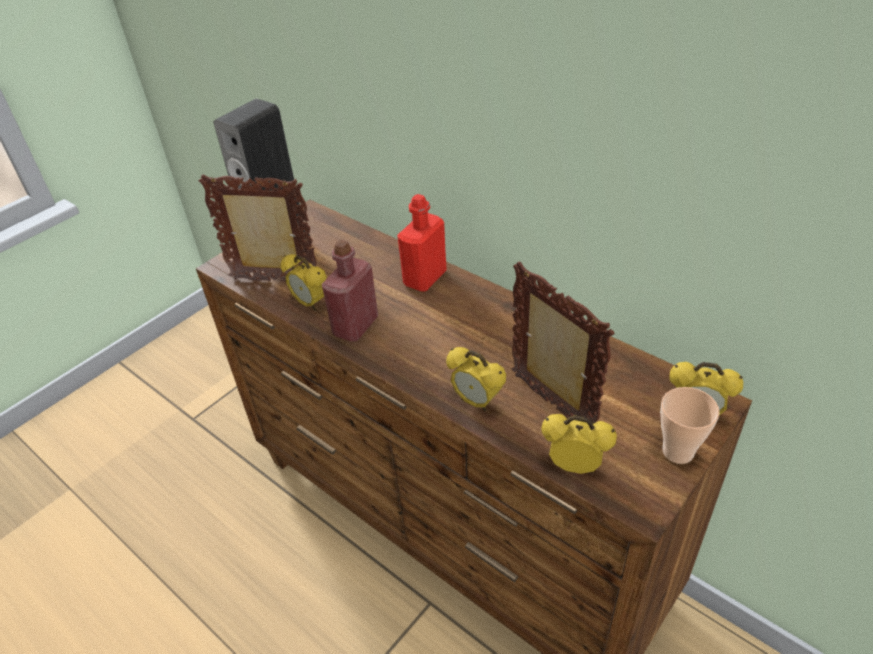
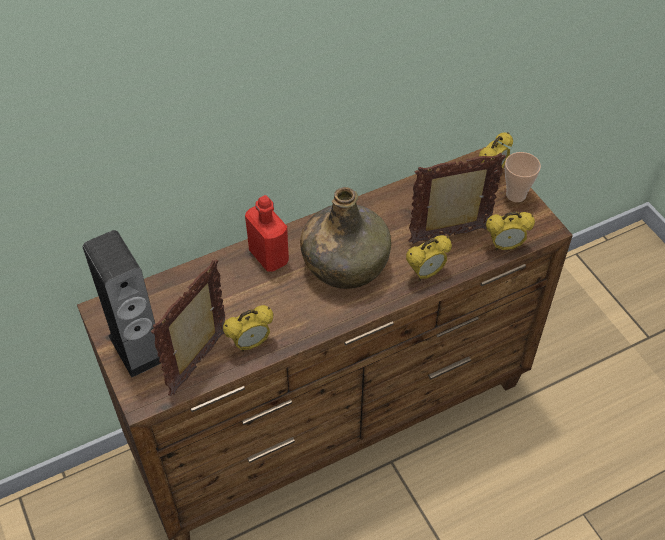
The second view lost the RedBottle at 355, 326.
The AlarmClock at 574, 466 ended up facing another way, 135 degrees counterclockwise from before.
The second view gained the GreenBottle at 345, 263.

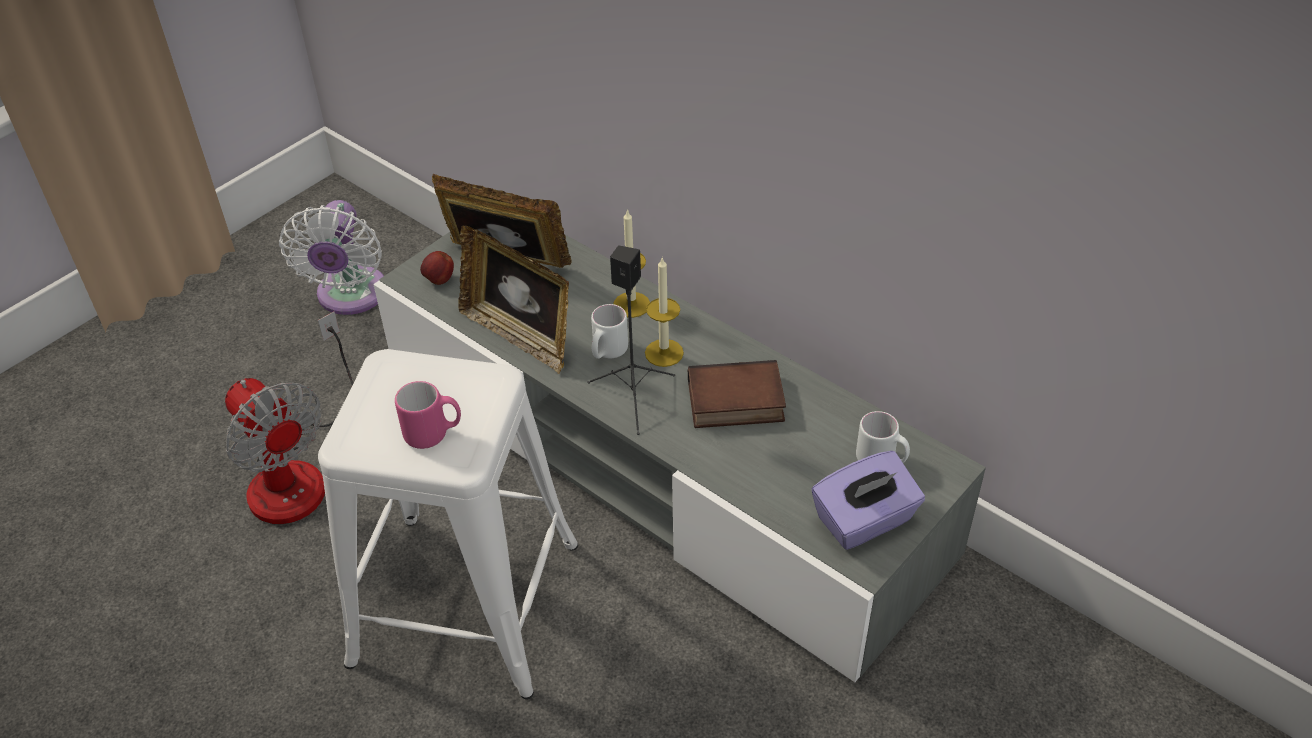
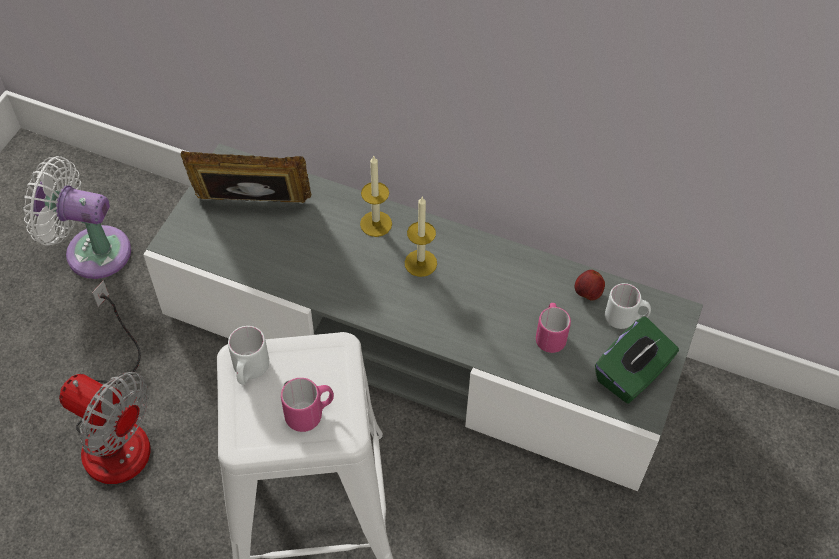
The WhiteFan at 350, 297 ended up facing another way, 120 degrees clockwise from before.
The Apple ended up elsewhere, having gone from 439, 280 to 587, 294.
The second view lost the PictureFrame at 519, 335.
The second view lost the BlackSpeaker at 634, 396.
The WhiteMug ended up elsewhere, having gone from 607, 352 to 249, 371.
The second view lost the Book at 734, 403.
What was the PurpleTissueBox at 865, 521 turned into the GreenTissueBox at 632, 374.
The second view gained the PinkMug at 550, 335.

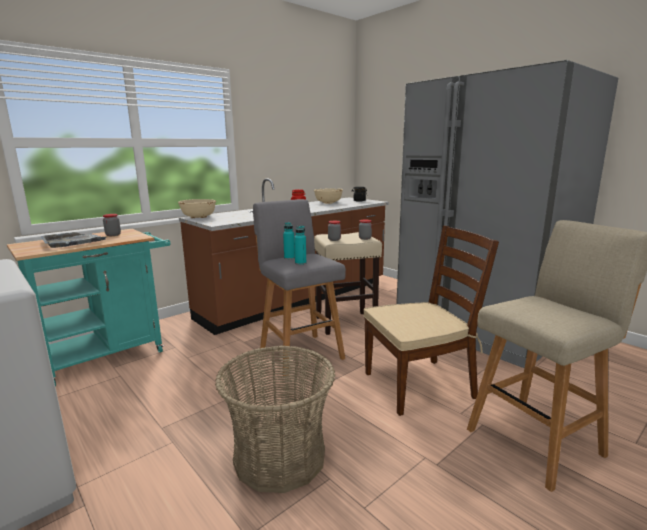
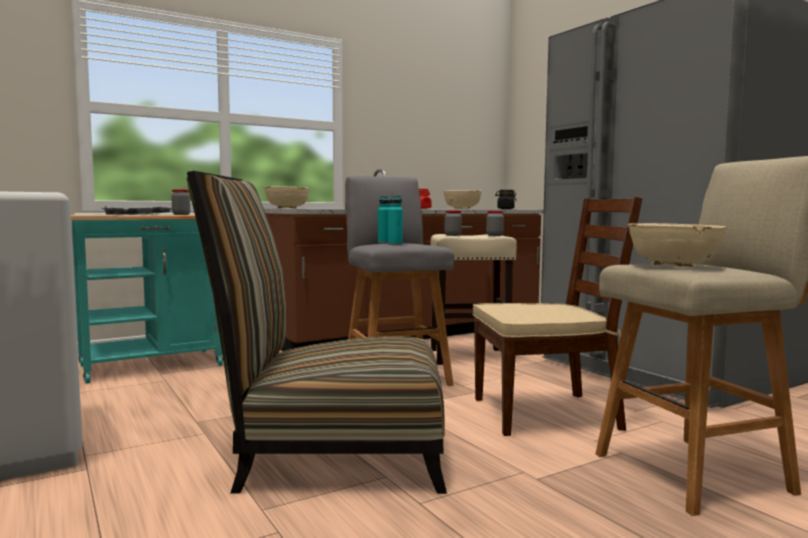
Where the Basket stood at 279, 456, the Chair came to stand at 329, 454.
The second view gained the BeigeBowl at 673, 265.

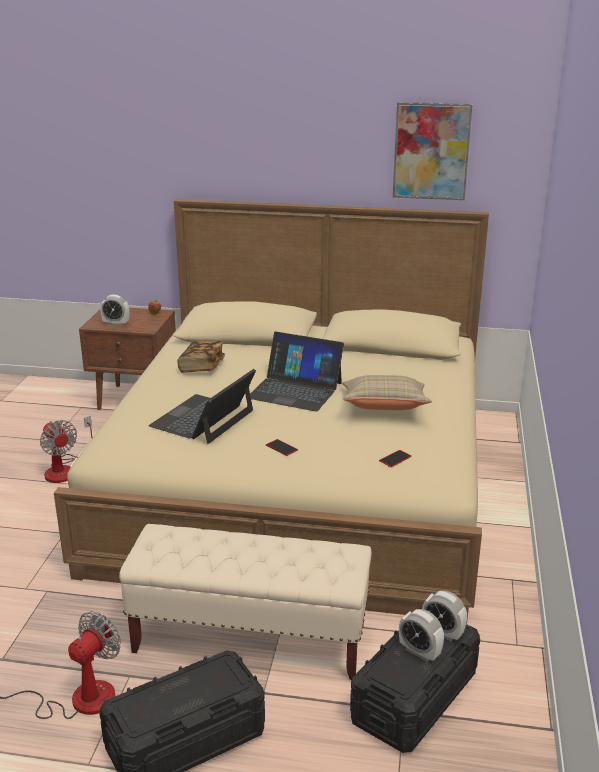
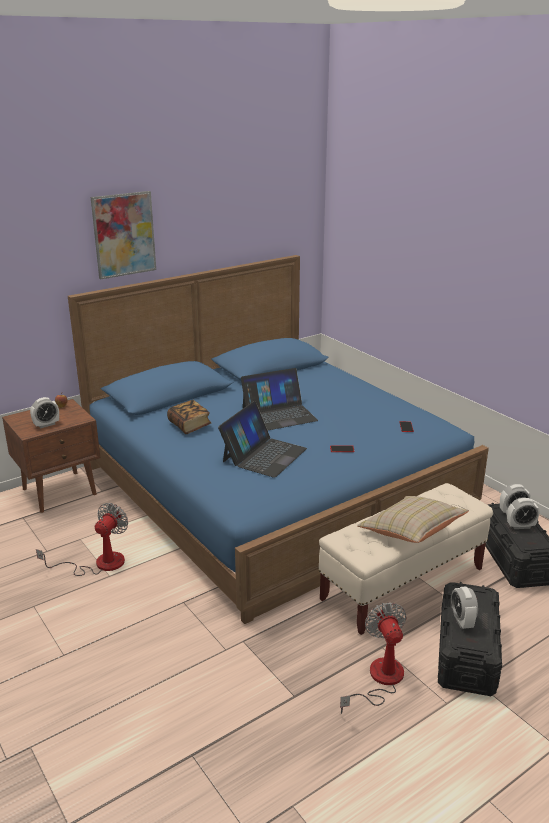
The Fan at 65, 469 ended up facing another way, 75 degrees counterclockwise from before.
What was the BeigeBed at 299, 481 turned into the BlueBed at 273, 487.
The Laptop at 203, 419 ended up facing another way, 135 degrees counterclockwise from before.
The BeigePillow ended up elsewhere, having gone from 384, 408 to 411, 532.
The Picture ended up elsewhere, having gone from 431, 151 to 124, 234.
The second view gained the AlarmClock at 462, 621.

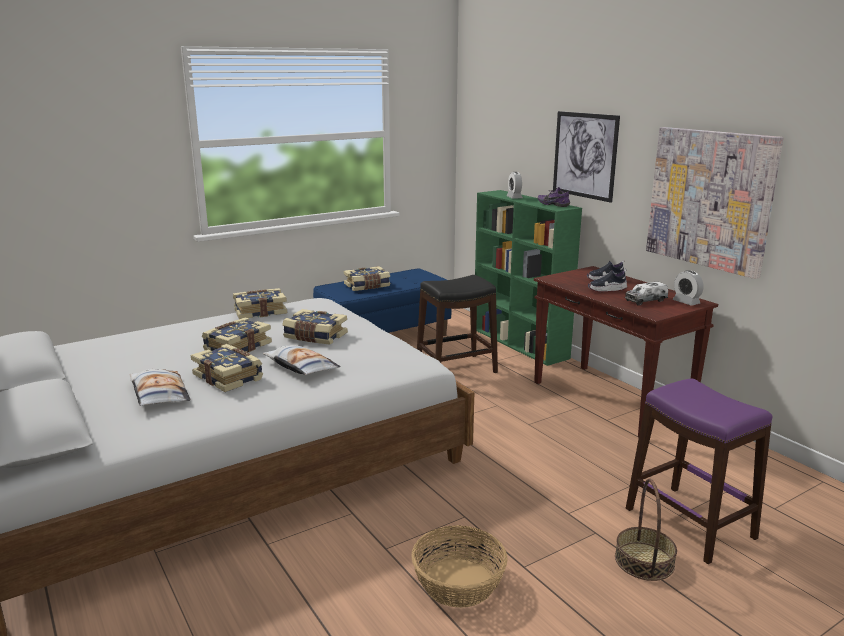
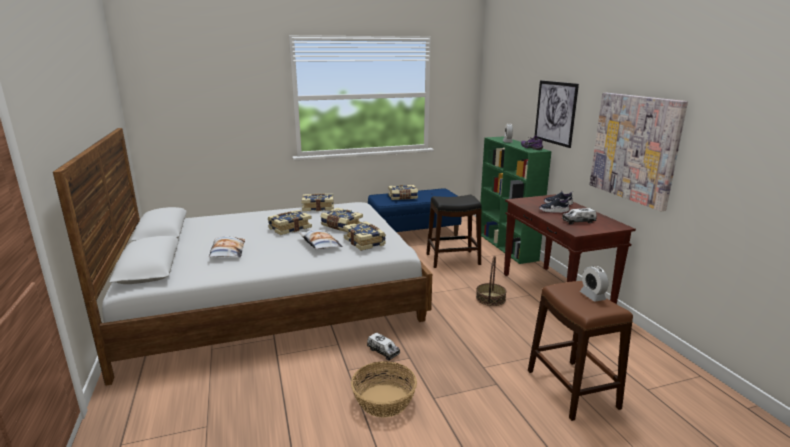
The Book ended up elsewhere, having gone from 229, 377 to 365, 242.
The Basket ended up elsewhere, having gone from 644, 561 to 490, 298.
What was the PurpleStool at 689, 523 turned into the BrownStool at 571, 389.
The AlarmClock ended up elsewhere, having gone from 686, 302 to 592, 296.
The second view gained the ToyTruck at 383, 351.

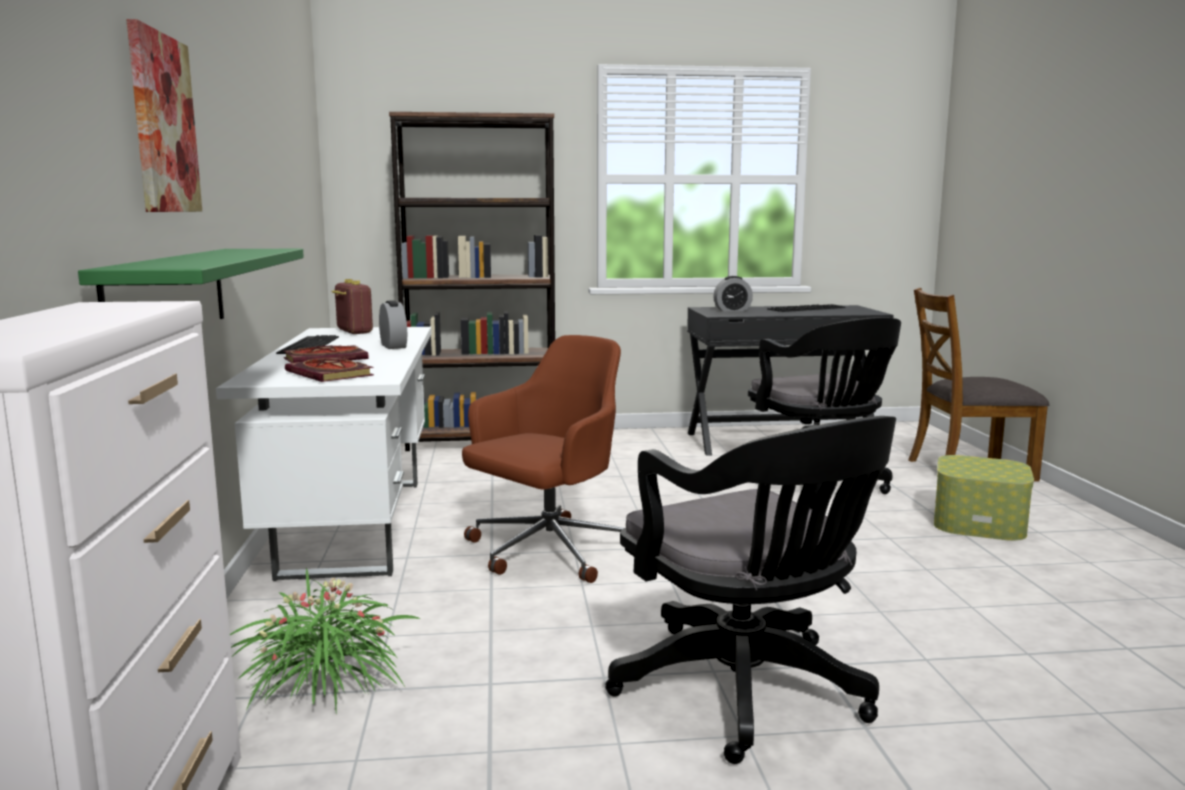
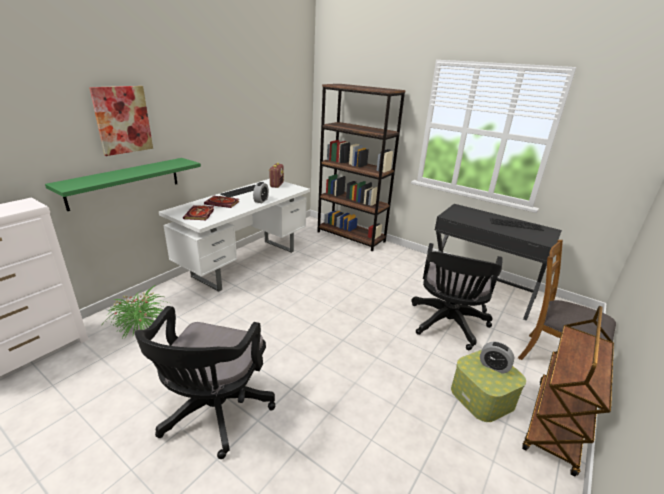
The second view lost the BrownOfficeChair at 547, 552.
The AlarmClock ended up elsewhere, having gone from 732, 310 to 494, 366.
The second view gained the BrownCart at 555, 425.

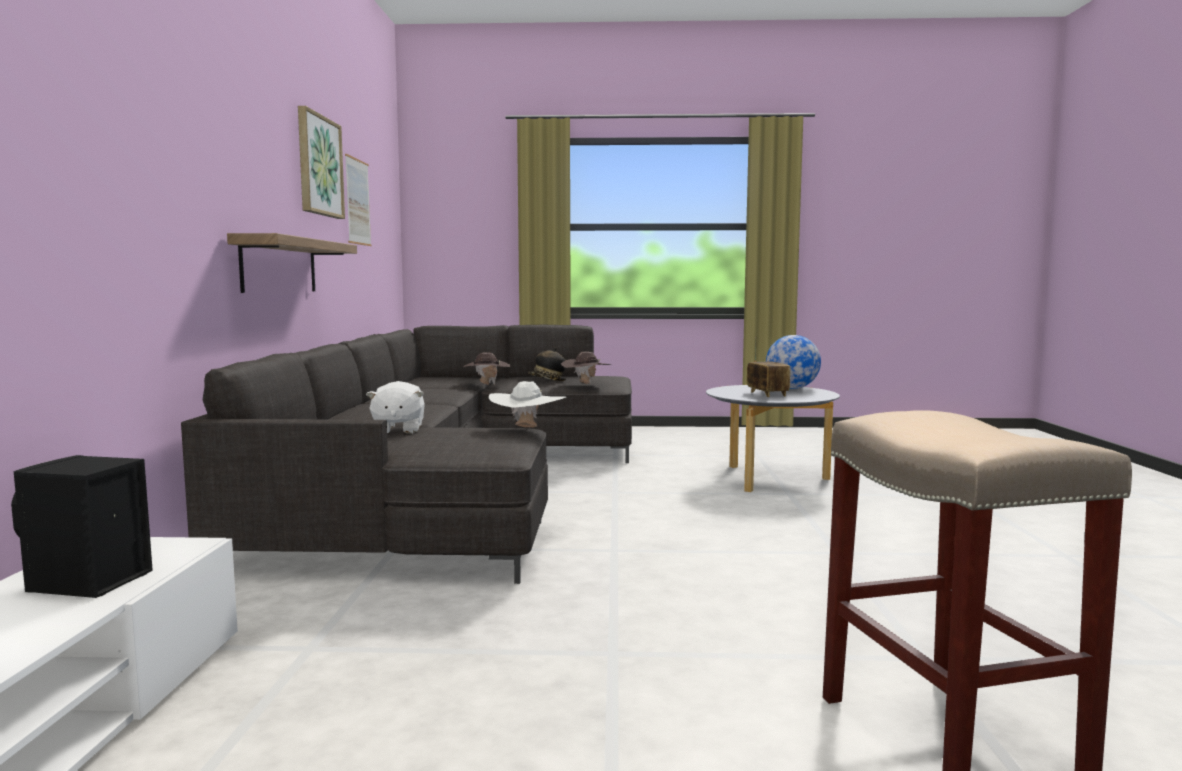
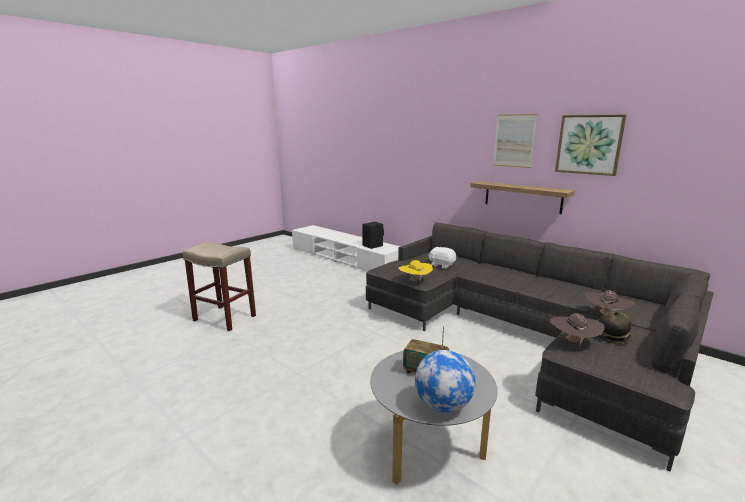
The Picture ended up elsewhere, having gone from 358, 202 to 514, 141.
What was the WhiteHat at 527, 429 turned into the YellowHat at 415, 281.

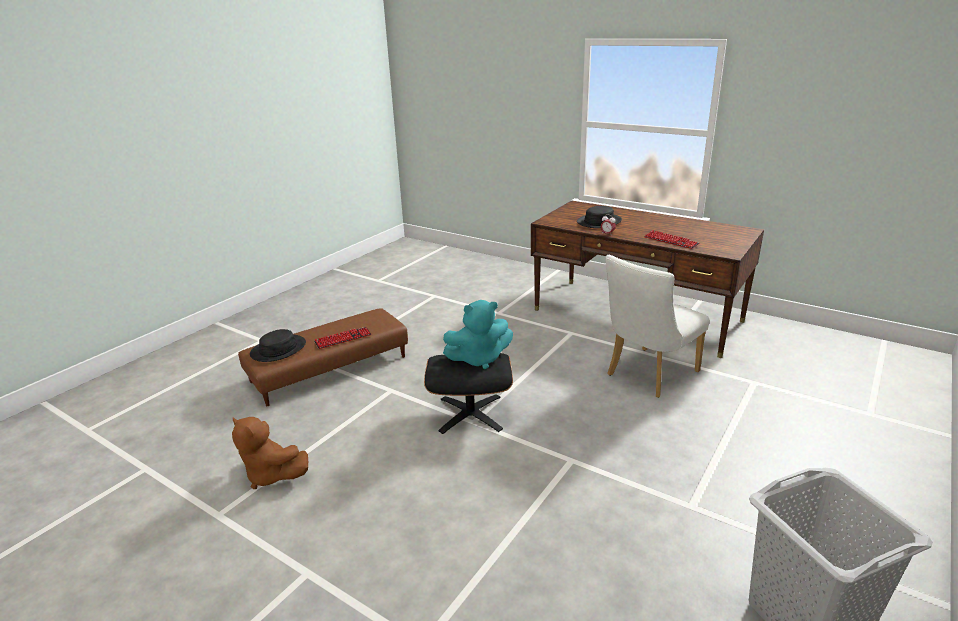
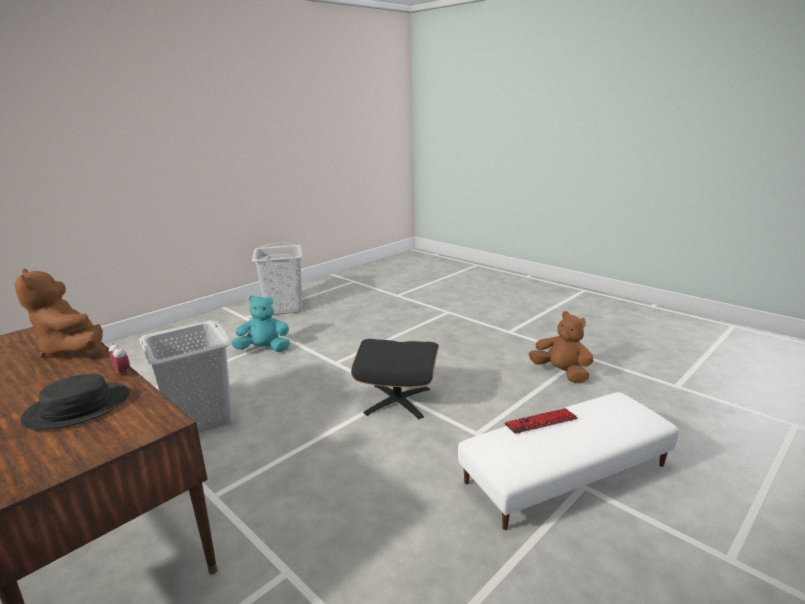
What was the BrownOttoman at 329, 369 turned into the WhiteOttoman at 566, 474.
The second view lost the BlackHat at 278, 349.
The TurquoisePlushToy ended up elsewhere, having gone from 479, 359 to 264, 349.
Where the WhiteChair stood at 647, 375, the GreyLaundryBasket came to stand at 200, 419.
Where the Keyboard stood at 671, 241, the BrownPlushToy came to stand at 72, 349.

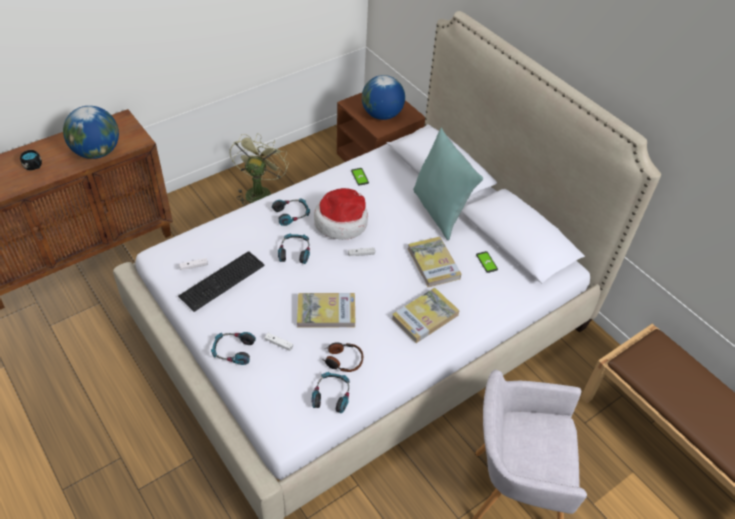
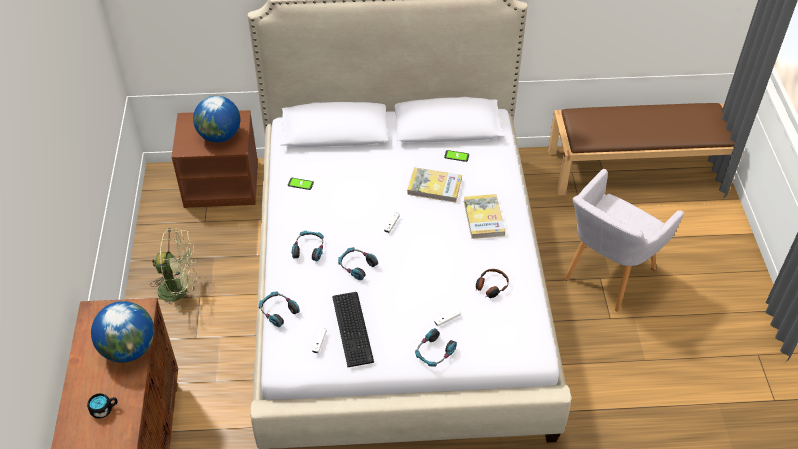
The GreenFan at 259, 191 ended up facing another way, 135 degrees clockwise from before.
The second view lost the Book at 326, 312.
The Headphones ended up elsewhere, having gone from 331, 395 to 278, 311.
The second view lost the Hat at 341, 221.
The second view lost the TurquoisePillow at 440, 211.

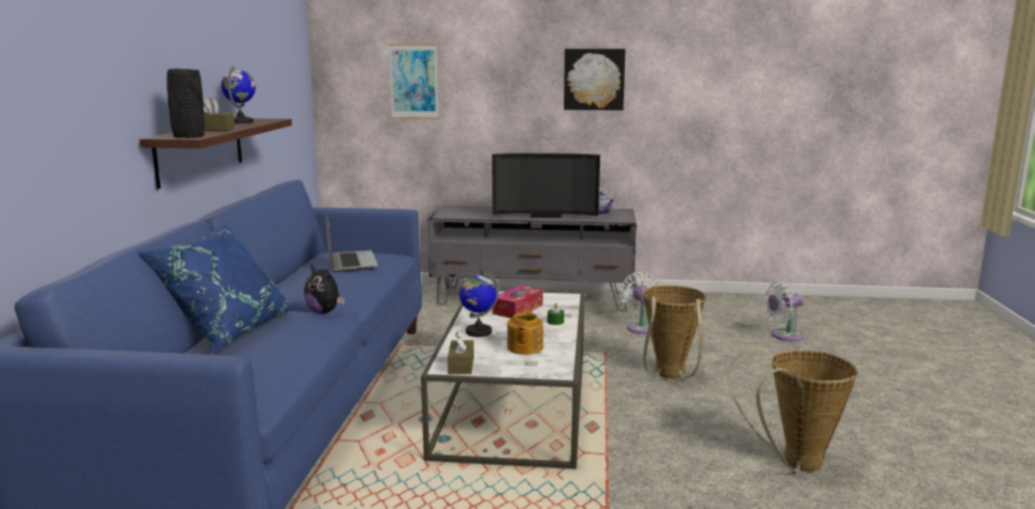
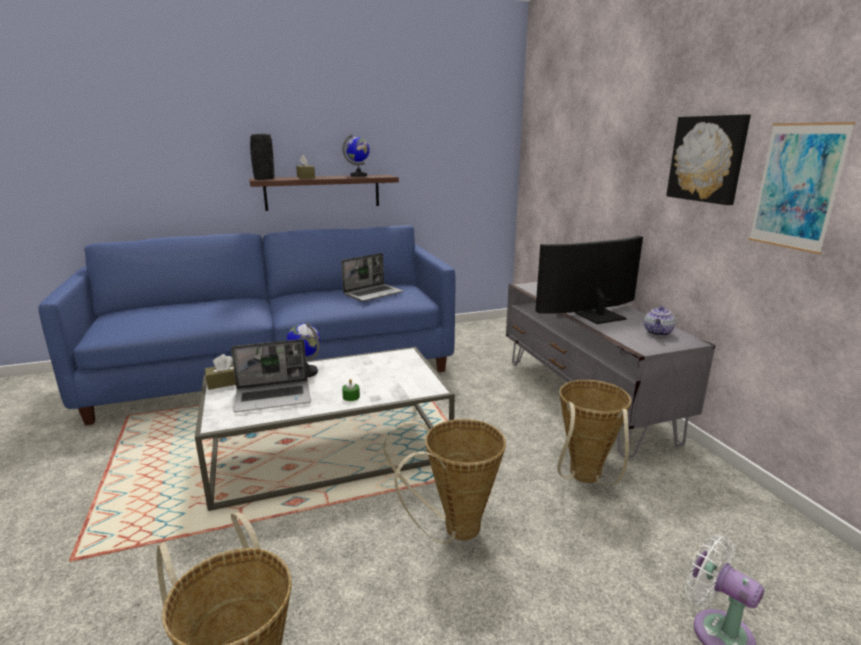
The second view lost the BluePillow at 227, 332.
The second view lost the PlushToy at 325, 312.
The Picture ended up elsewhere, having gone from 414, 81 to 797, 186.
The Television at 545, 215 ended up facing another way, 90 degrees clockwise from before.
The second view lost the TissueBox at 518, 309.
Where the Teapot stood at 524, 348, the Laptop came to stand at 274, 397.
Where the WhiteFan stood at 641, 327, the Basket came to stand at 585, 479.

